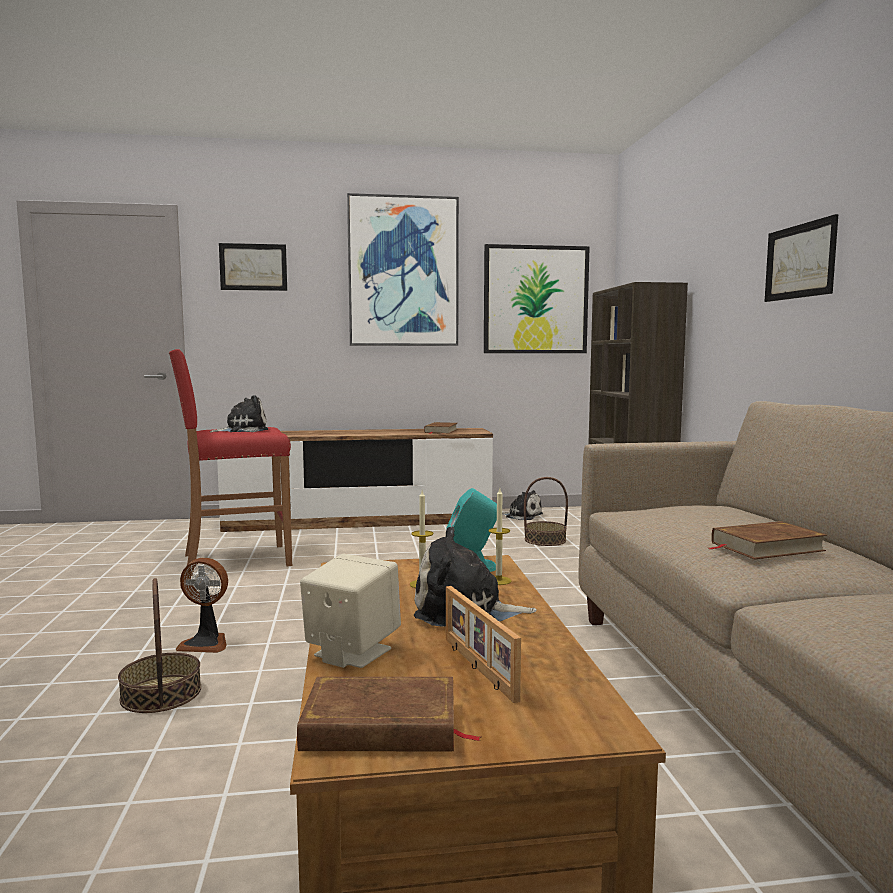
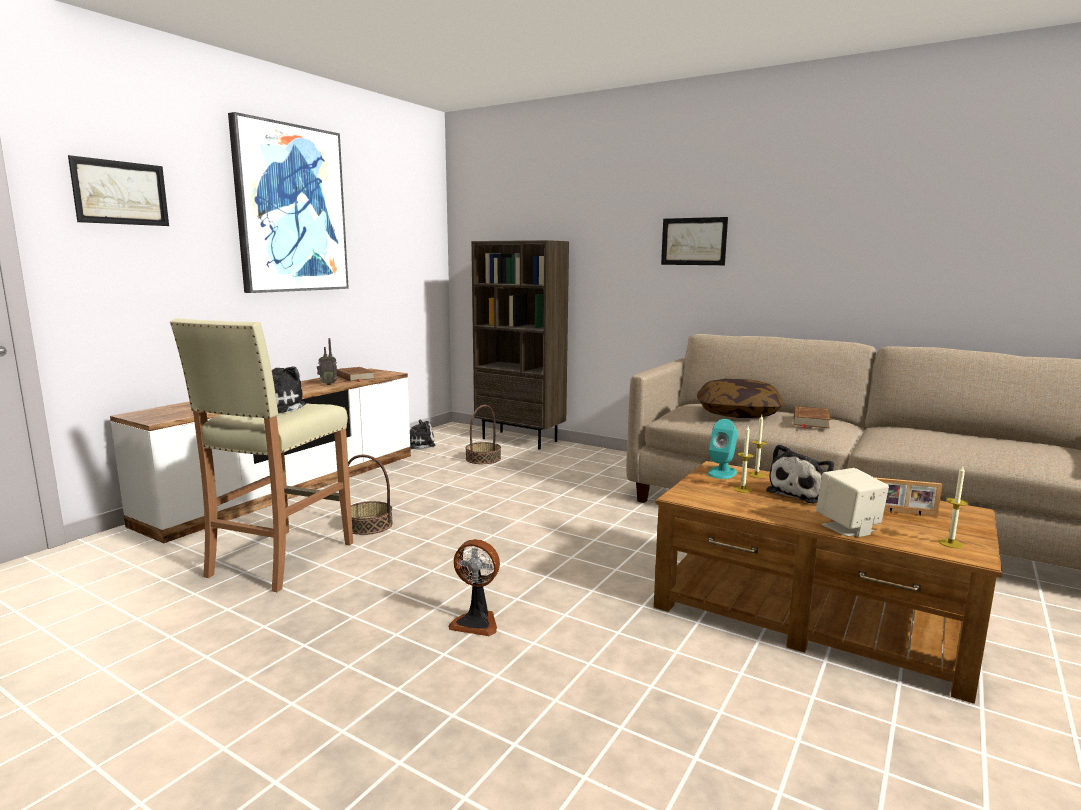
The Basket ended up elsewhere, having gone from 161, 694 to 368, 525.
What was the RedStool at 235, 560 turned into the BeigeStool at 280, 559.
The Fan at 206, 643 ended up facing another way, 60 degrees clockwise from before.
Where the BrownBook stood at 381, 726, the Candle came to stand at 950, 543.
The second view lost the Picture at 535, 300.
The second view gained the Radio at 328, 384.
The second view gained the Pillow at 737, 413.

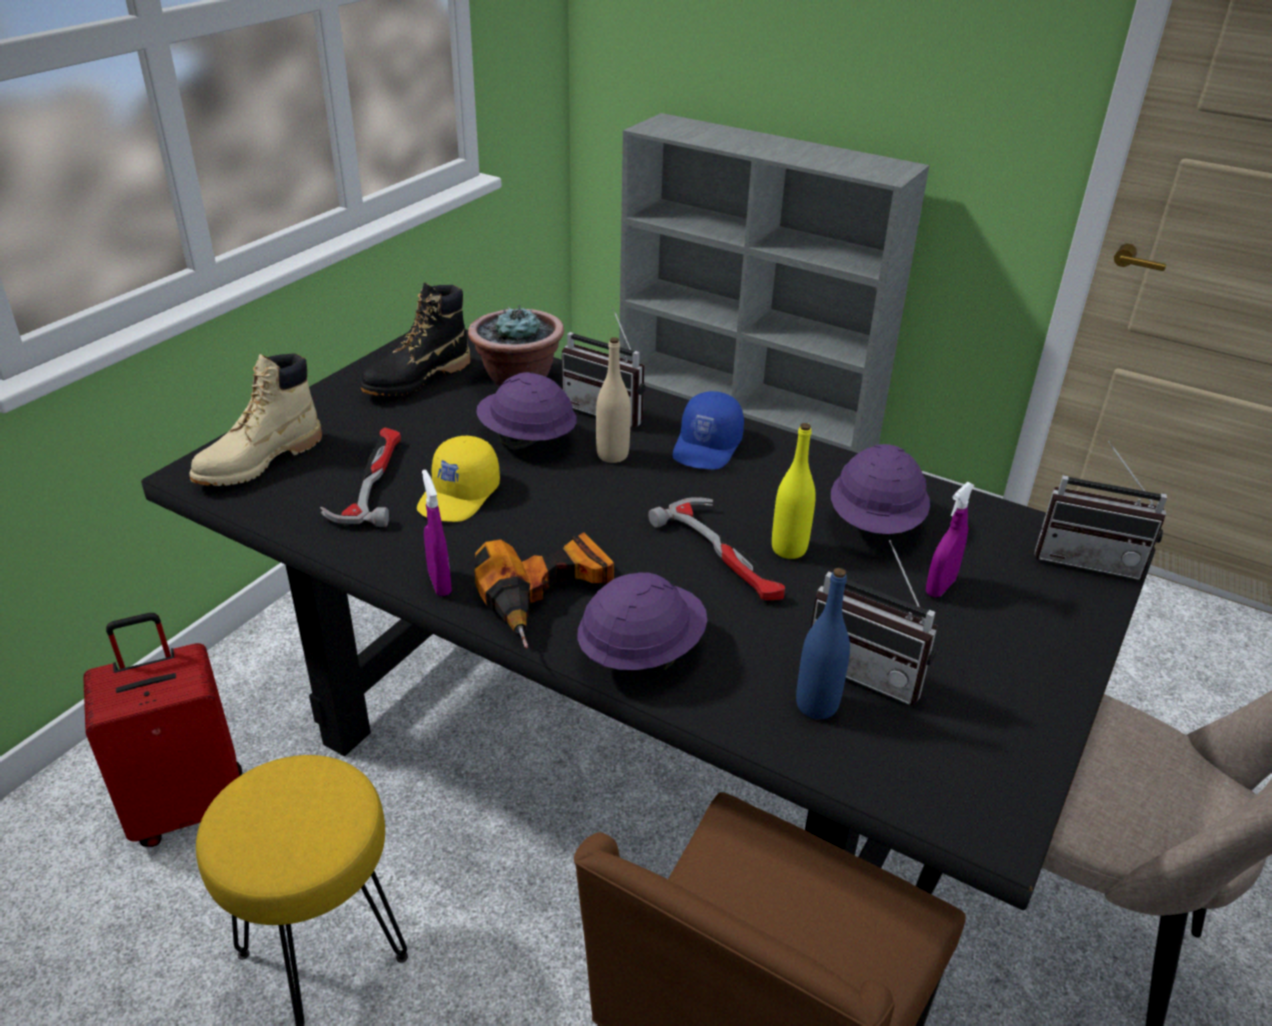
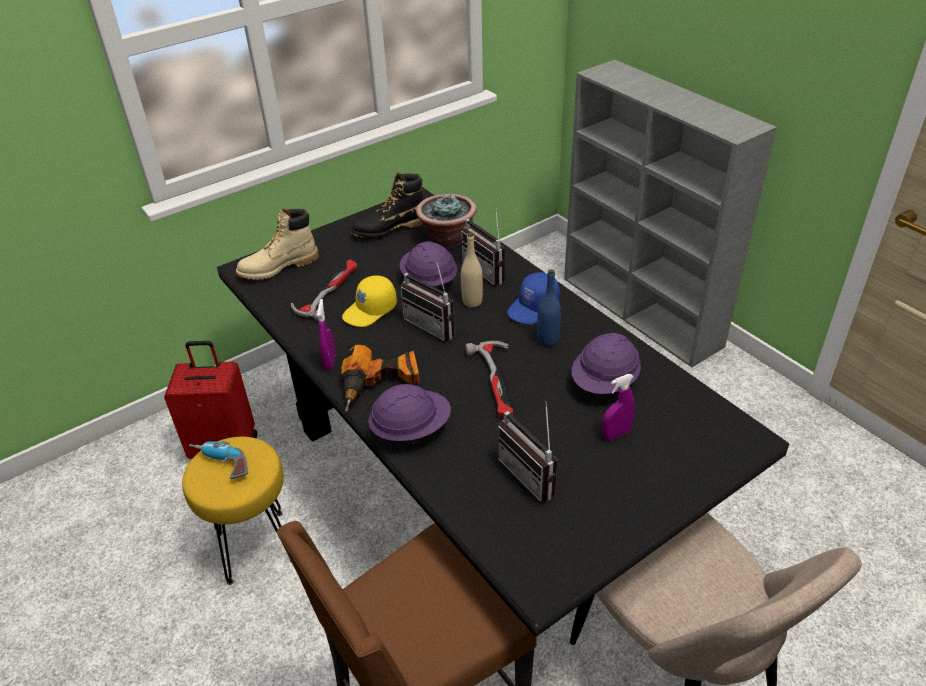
The second view lost the YellowBottle at 789, 549.
The BlueBottle ended up elsewhere, having gone from 816, 705 to 548, 340.
The Radio ended up elsewhere, having gone from 1088, 558 to 434, 324.
The second view gained the PowerDrill at 221, 464.

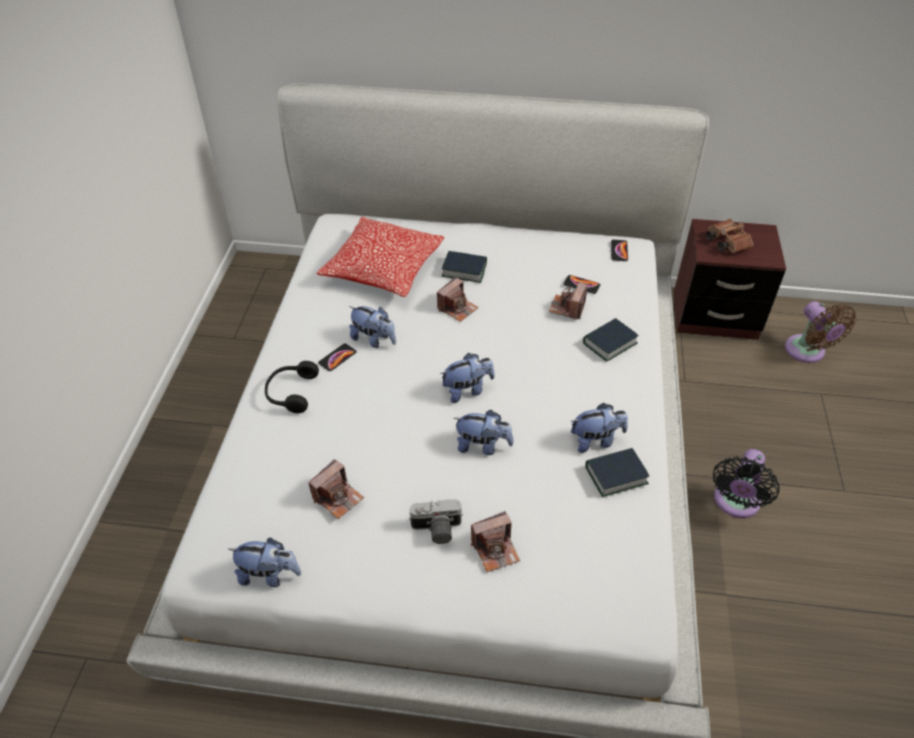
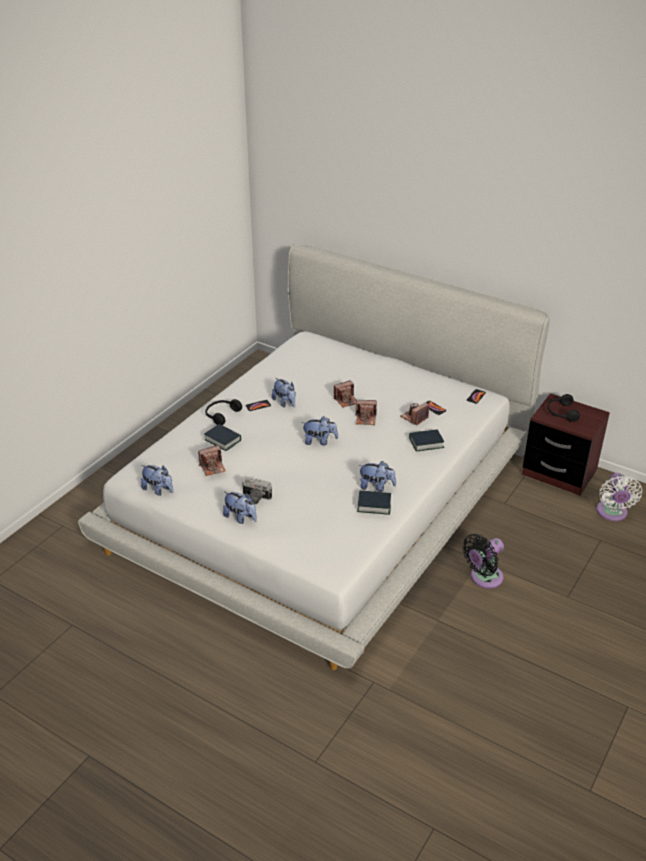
The second view lost the Pillow at 383, 269.
The Book ended up elsewhere, having gone from 464, 270 to 223, 440.
The PlushToy ended up elsewhere, having gone from 482, 446 to 241, 518.
The PhotoCamera ended up elsewhere, having gone from 495, 550 to 366, 419.
Where the BrownBinoculars stood at 725, 243, the BlackHeadphones came to stand at 561, 413.
What was the BrownFan at 807, 352 turned into the WhiteFan at 612, 513.

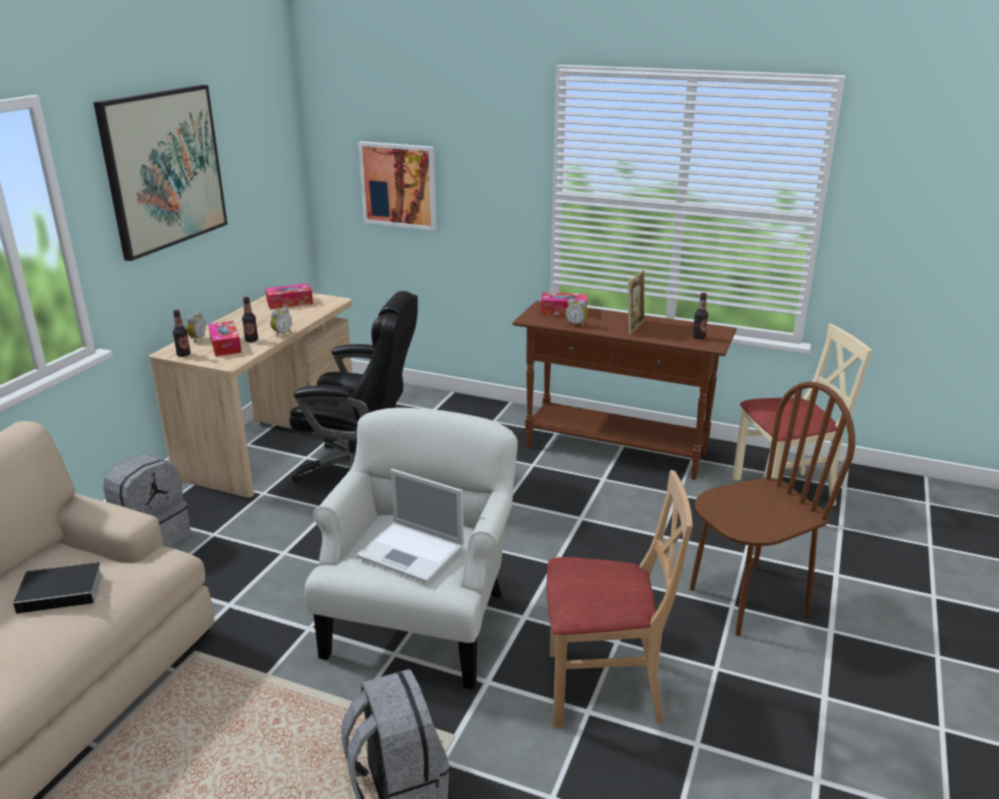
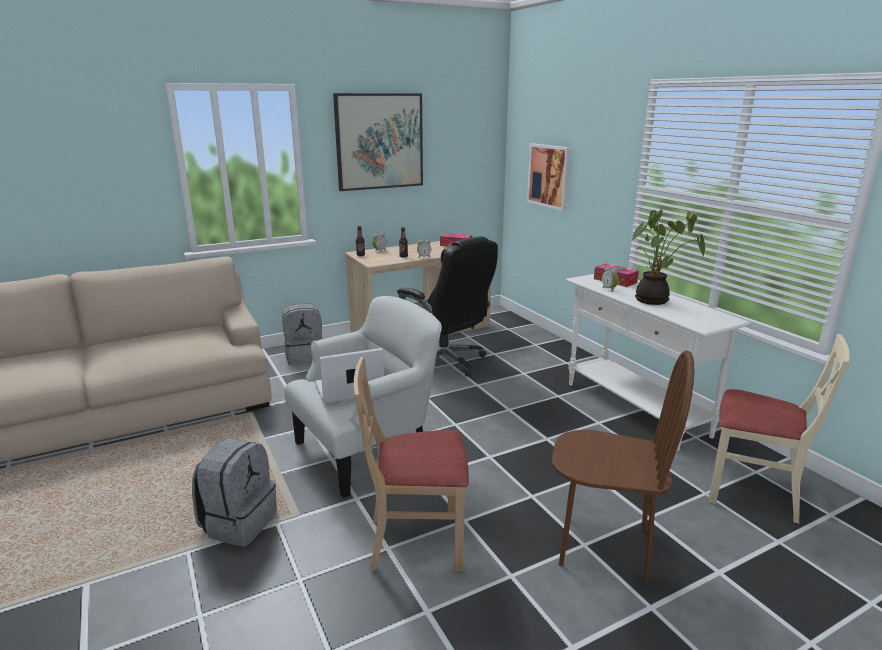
The second view lost the Book at 63, 591.
The second view lost the TissueBox at 225, 345.
The Laptop at 412, 552 ended up facing another way, 90 degrees clockwise from before.
What was the BrownConsoleTable at 616, 450 turned into the WhiteConsoleTable at 635, 409.
The BeigeChair at 603, 688 ended up facing another way, 135 degrees clockwise from before.
Where the PictureFrame stood at 635, 327, the PottedPlant came to stand at 654, 301.
The second view lost the Bottle at 698, 337.

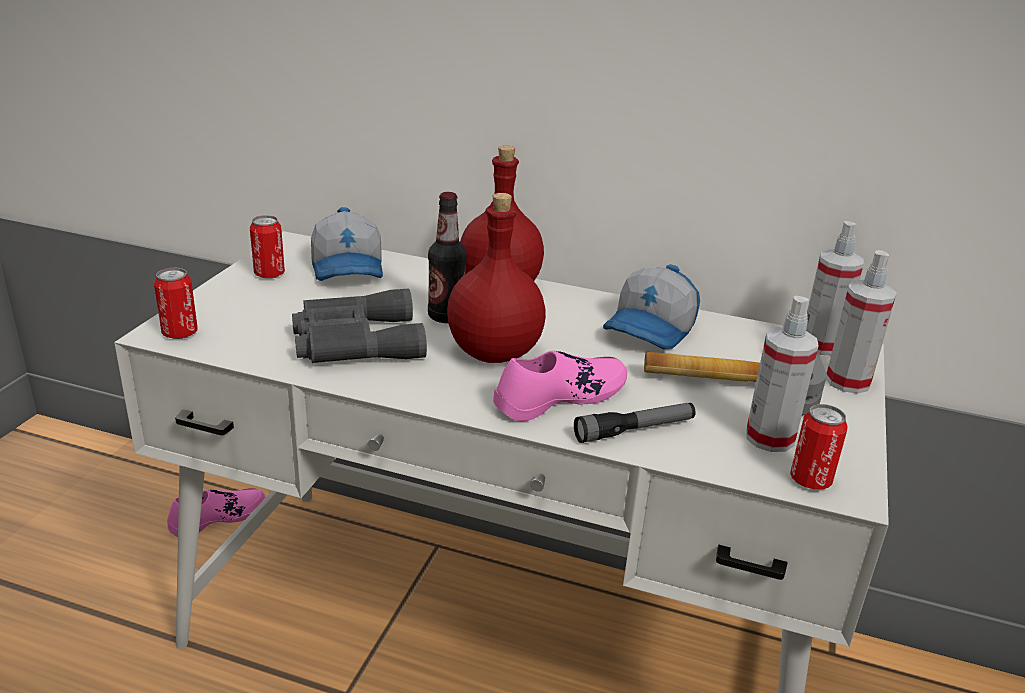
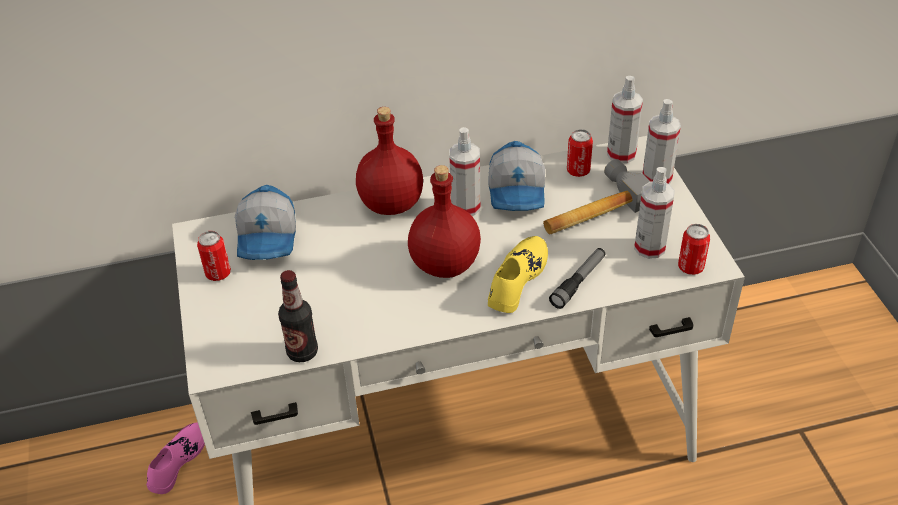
The Can ended up elsewhere, having gone from 180, 333 to 578, 171.
The second view lost the GreyBinoculars at 354, 341.
The Cap at 349, 268 ended up facing another way, 45 degrees clockwise from before.
The Bottle ended up elsewhere, having gone from 446, 316 to 302, 352.
What was the PinkShoe at 560, 397 turned into the YellowShoe at 516, 279.
The second view gained the SprayBottle at 465, 207.

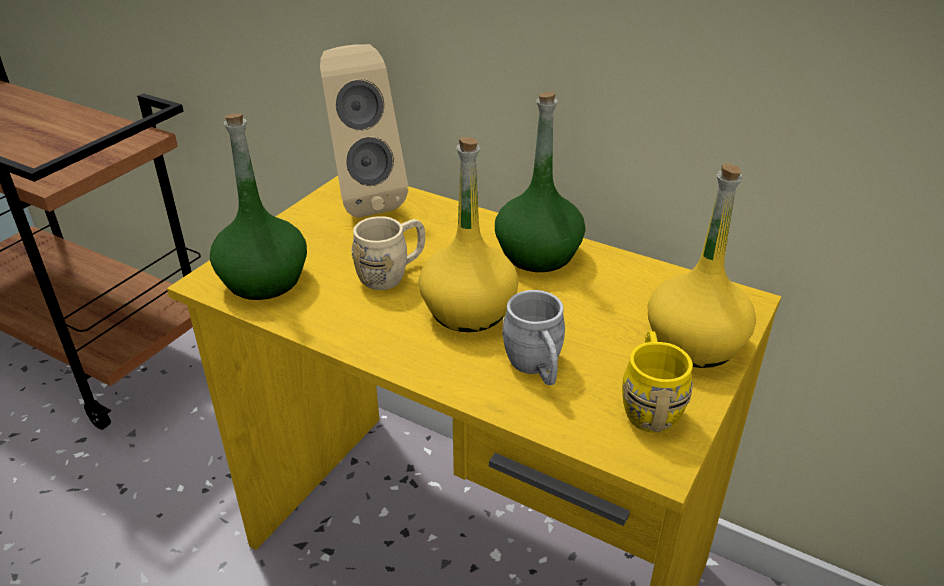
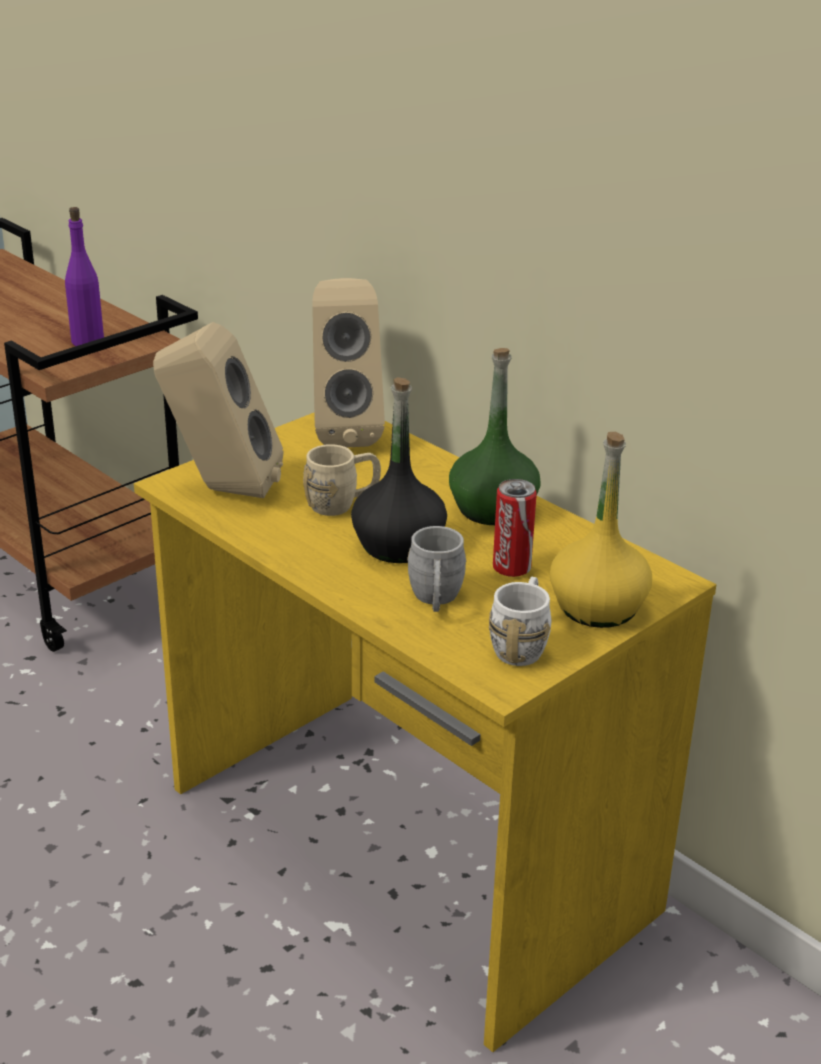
Where the GreenBottle stood at 263, 280, the BeigeSpeaker came to stand at 221, 490.
What was the YellowBottle at 468, 310 turned into the BlackBottle at 399, 545.
What was the YellowMug at 649, 404 turned into the WhiteMug at 521, 644.
The second view gained the PurpleBottle at 87, 341.
The second view gained the Can at 511, 568.

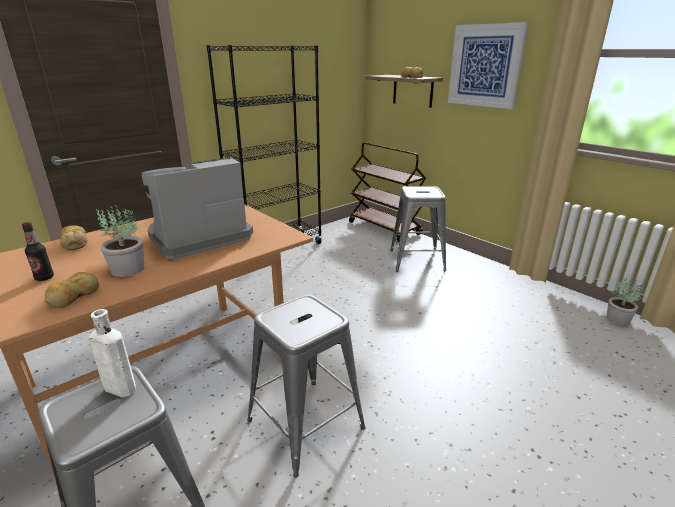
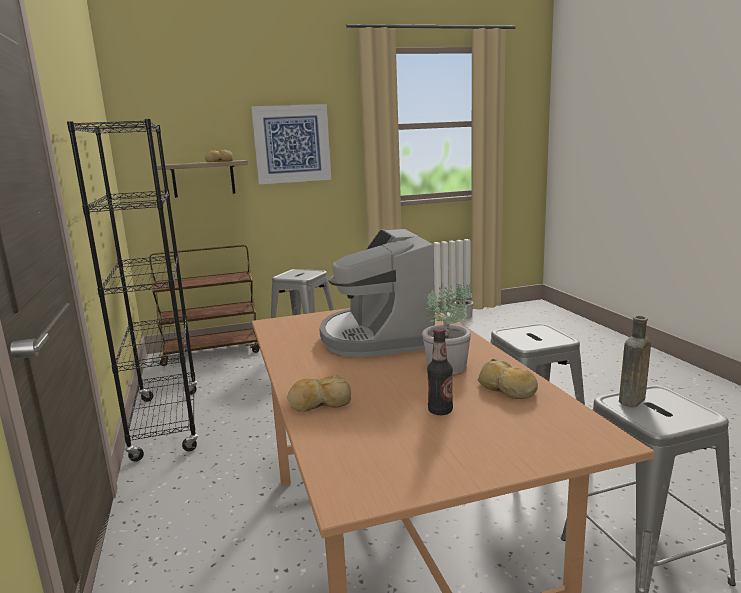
What was the WhiteBottle at 118, 388 turned into the BrownBottle at 631, 401.

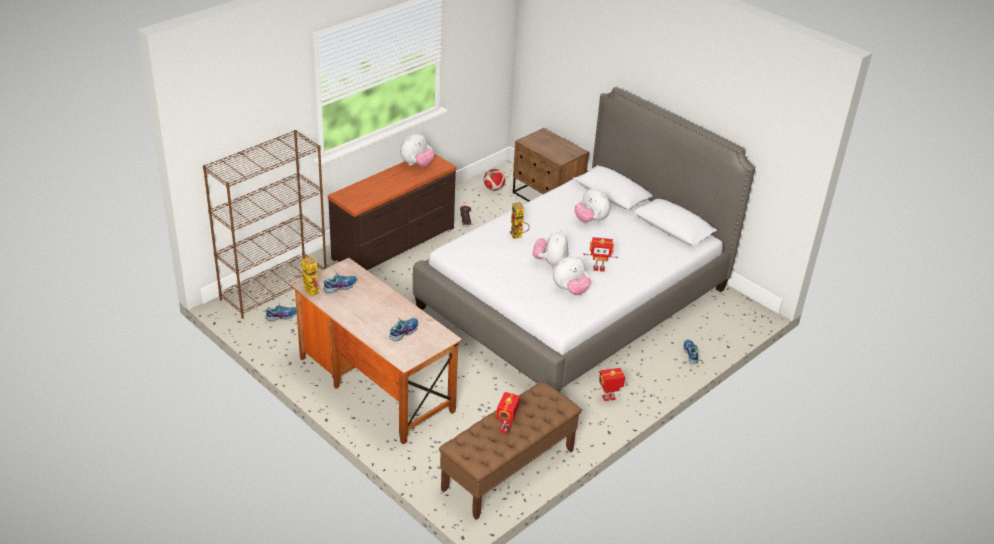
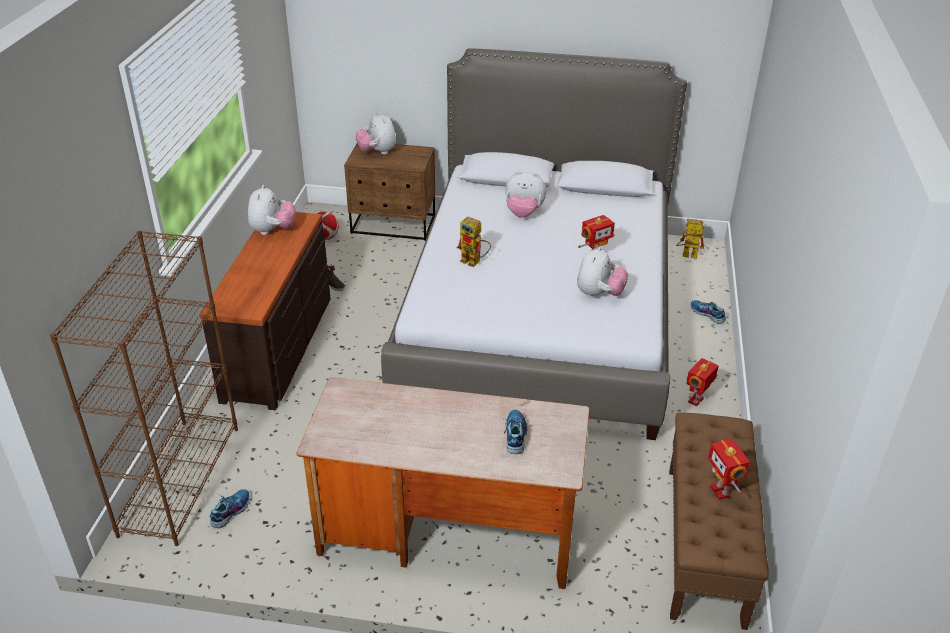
The ToyRobot ended up elsewhere, having gone from 308, 290 to 686, 255.
The second view lost the Shoe at 340, 286.
The PlushToy ended up elsewhere, having gone from 550, 262 to 377, 152.

